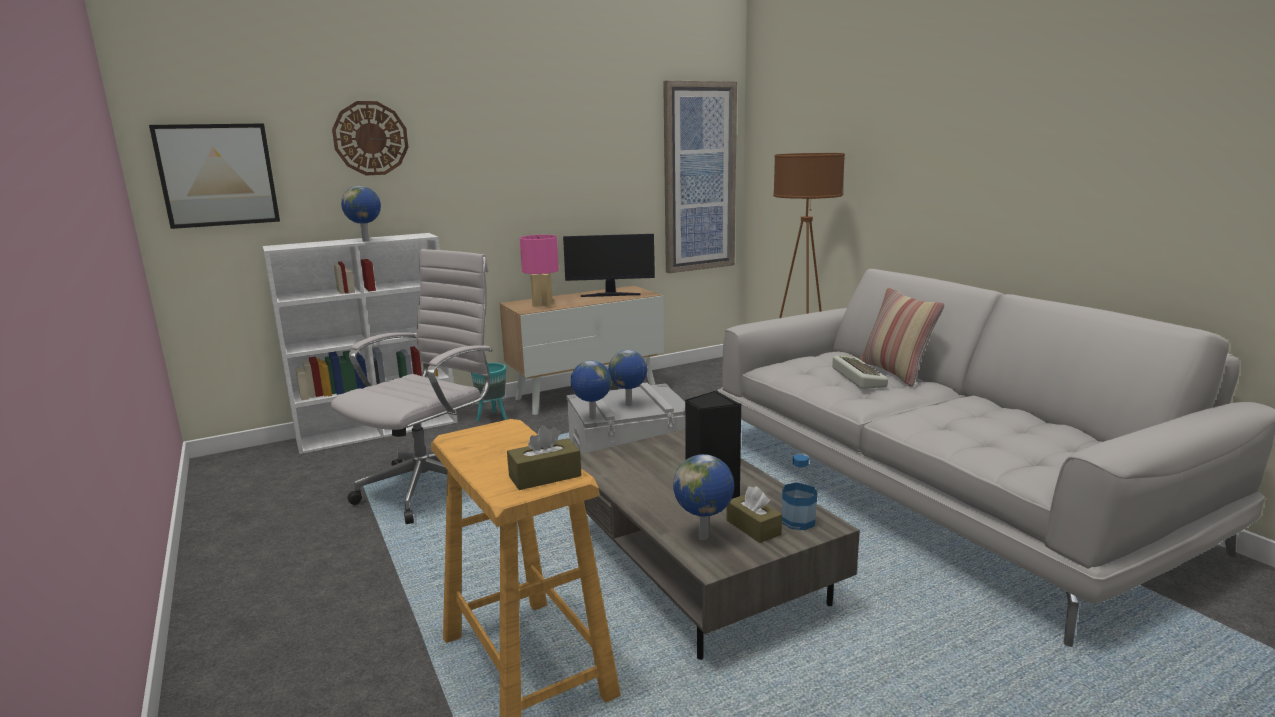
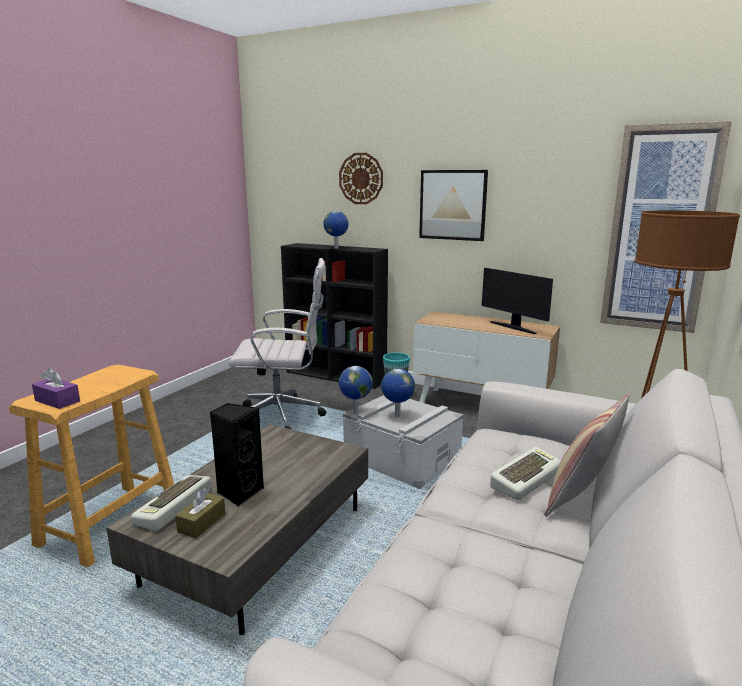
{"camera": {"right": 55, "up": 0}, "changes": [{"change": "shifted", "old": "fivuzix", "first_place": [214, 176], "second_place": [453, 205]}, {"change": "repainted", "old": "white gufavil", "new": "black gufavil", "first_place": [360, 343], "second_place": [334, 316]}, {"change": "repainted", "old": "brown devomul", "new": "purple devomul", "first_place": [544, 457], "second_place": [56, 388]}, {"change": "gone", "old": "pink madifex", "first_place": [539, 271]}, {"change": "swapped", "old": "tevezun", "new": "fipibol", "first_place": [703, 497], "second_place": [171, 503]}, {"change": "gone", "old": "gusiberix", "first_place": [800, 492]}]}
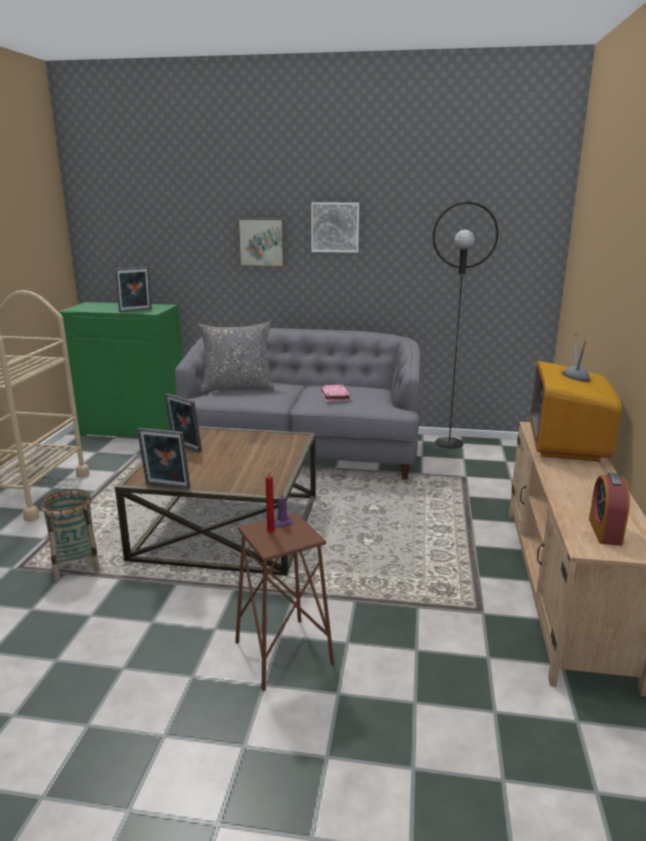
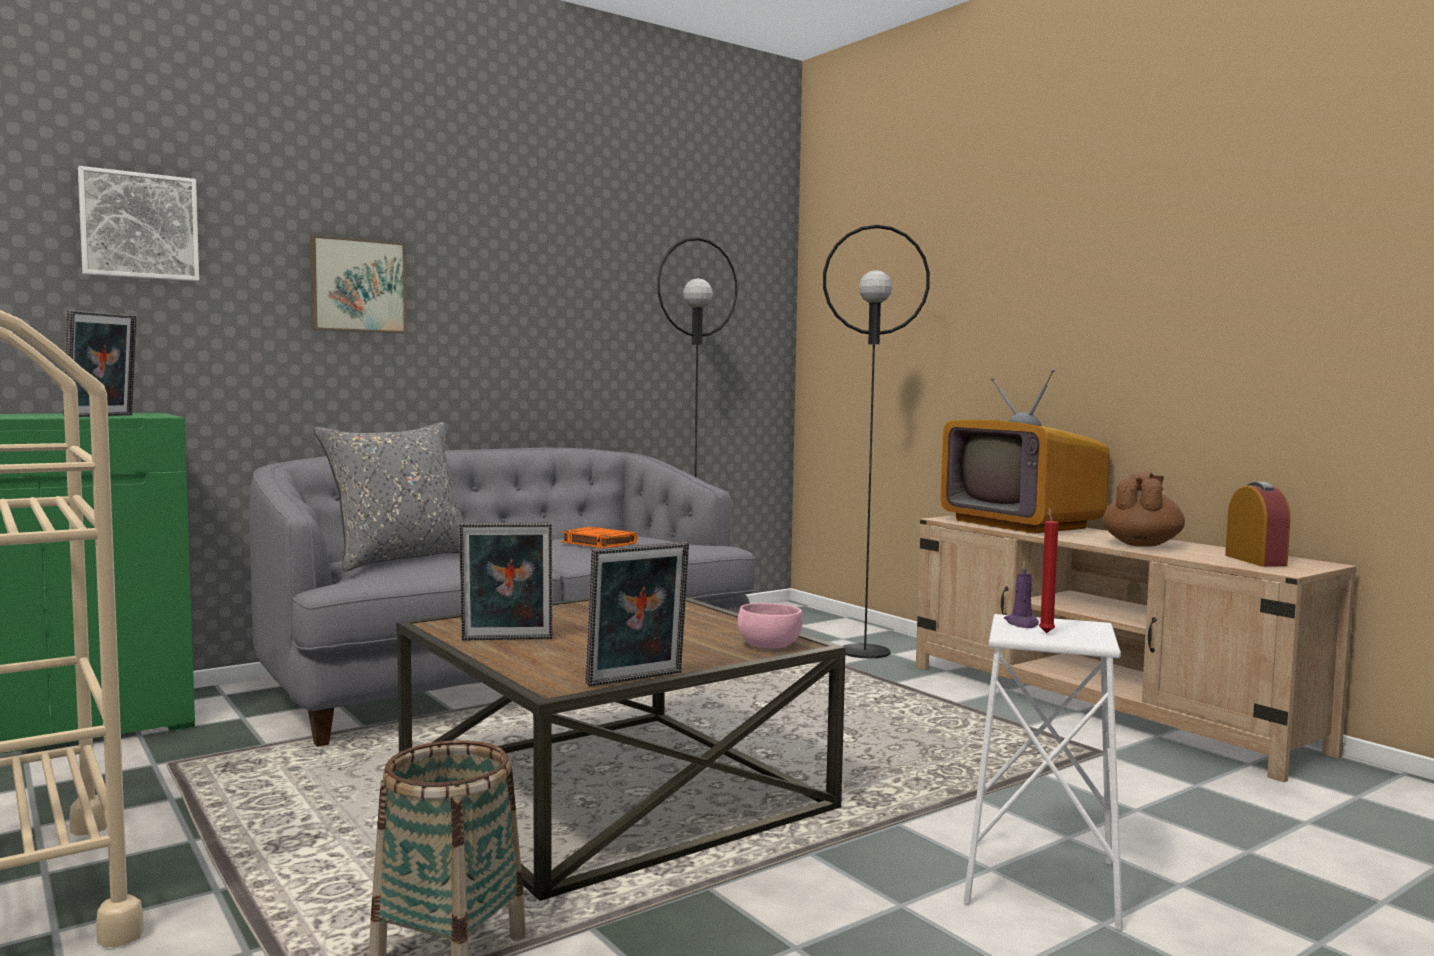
{"camera": {"right": -45, "up": -15}, "changes": [{"change": "repainted", "old": "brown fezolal", "new": "white fezolal", "first_place": [284, 601], "second_place": [1043, 772]}, {"change": "shifted", "old": "fivuzix", "first_place": [335, 228], "second_place": [138, 223]}, {"change": "repainted", "old": "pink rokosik", "new": "orange rokosik", "first_place": [336, 393], "second_place": [599, 537]}, {"change": "rotated", "old": "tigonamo", "first_place": [609, 509], "second_place": [1257, 524], "degrees": -150}, {"change": "new", "new": "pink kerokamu", "second_place": [770, 625]}, {"change": "new", "new": "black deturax", "second_place": [876, 442]}, {"change": "new", "new": "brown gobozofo", "second_place": [1144, 509]}]}
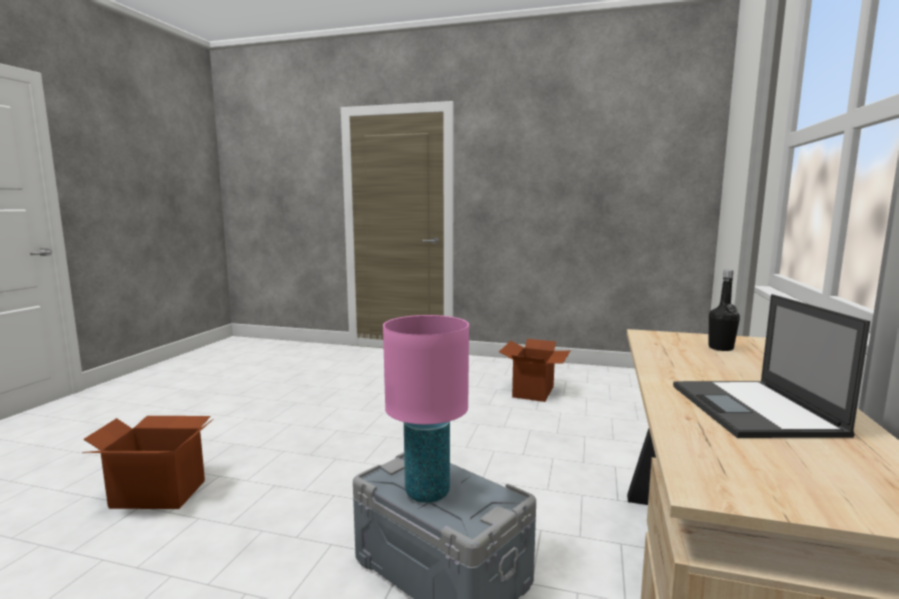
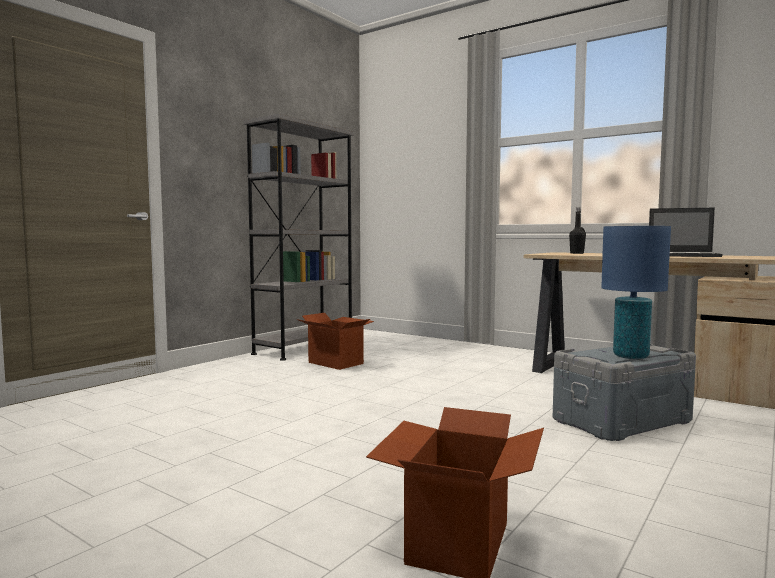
{"camera": {"right": -70, "up": -5}, "changes": [{"change": "repainted", "old": "pink madifex", "new": "blue madifex", "first_place": [426, 409], "second_place": [636, 292]}, {"change": "new", "new": "grey gufavil", "second_place": [298, 237]}]}
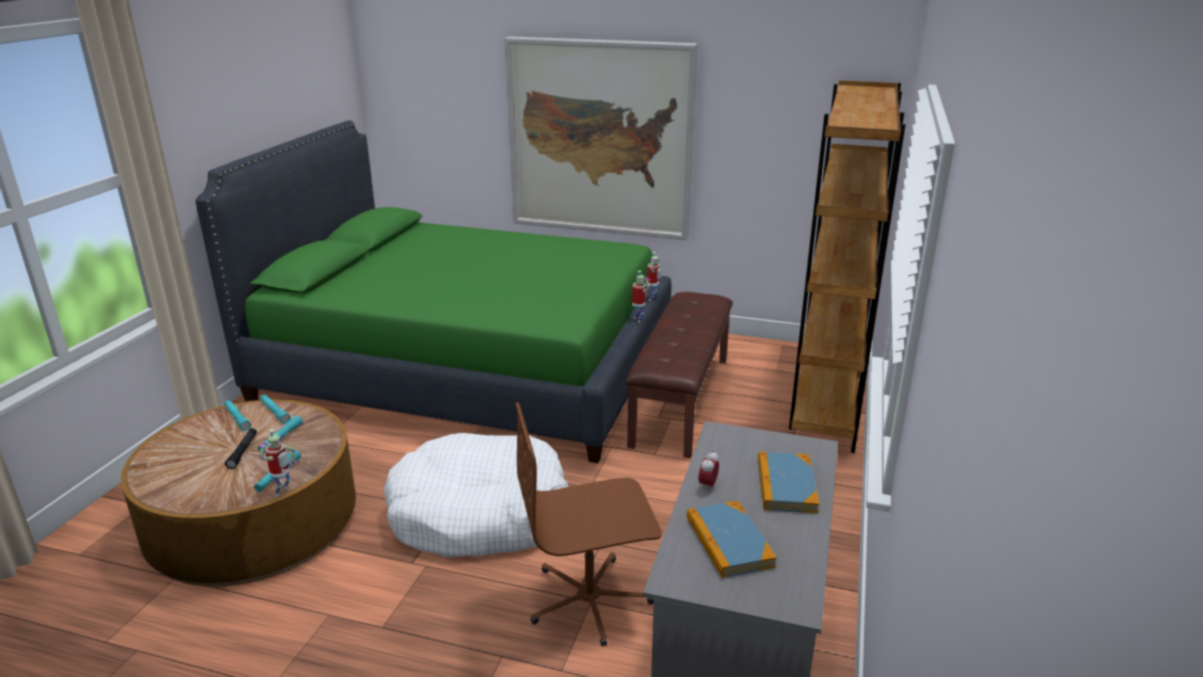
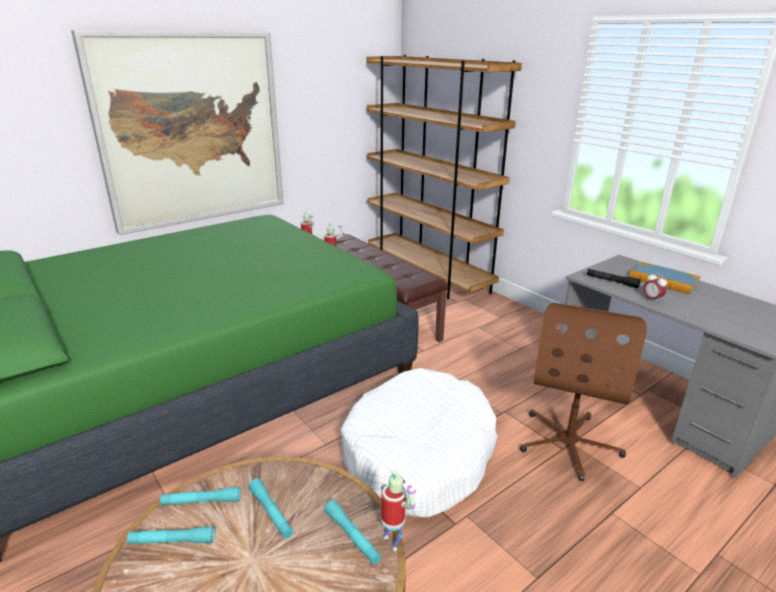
{"camera": {"right": -55, "up": 0}, "changes": [{"change": "shifted", "old": "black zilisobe", "first_place": [241, 448], "second_place": [614, 278]}, {"change": "gone", "old": "rokosik", "first_place": [732, 539]}]}
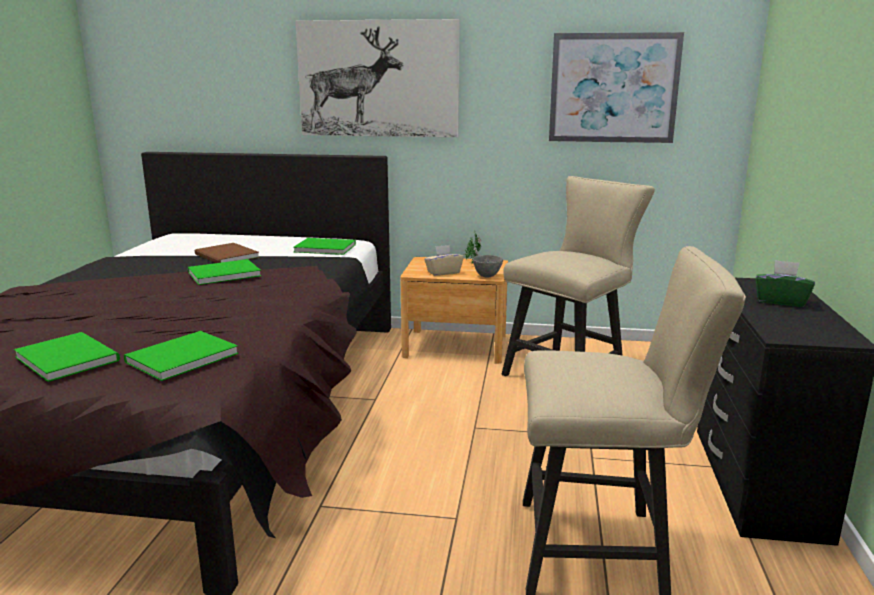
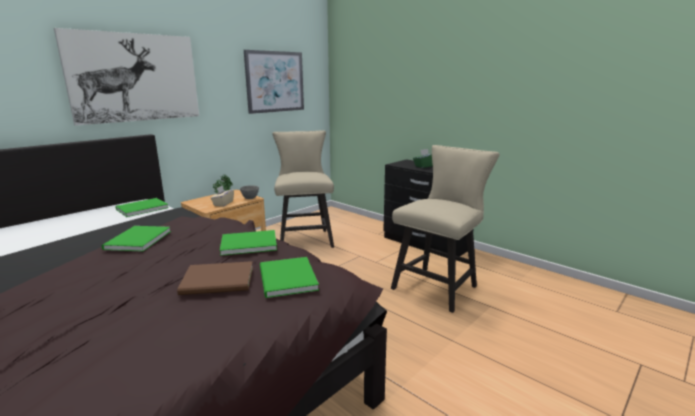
{"camera": {"right": -55, "up": 0}, "changes": [{"change": "shifted", "old": "green rokosik", "first_place": [67, 357], "second_place": [248, 243]}, {"change": "shifted", "old": "brown rokosik", "first_place": [227, 253], "second_place": [215, 278]}]}
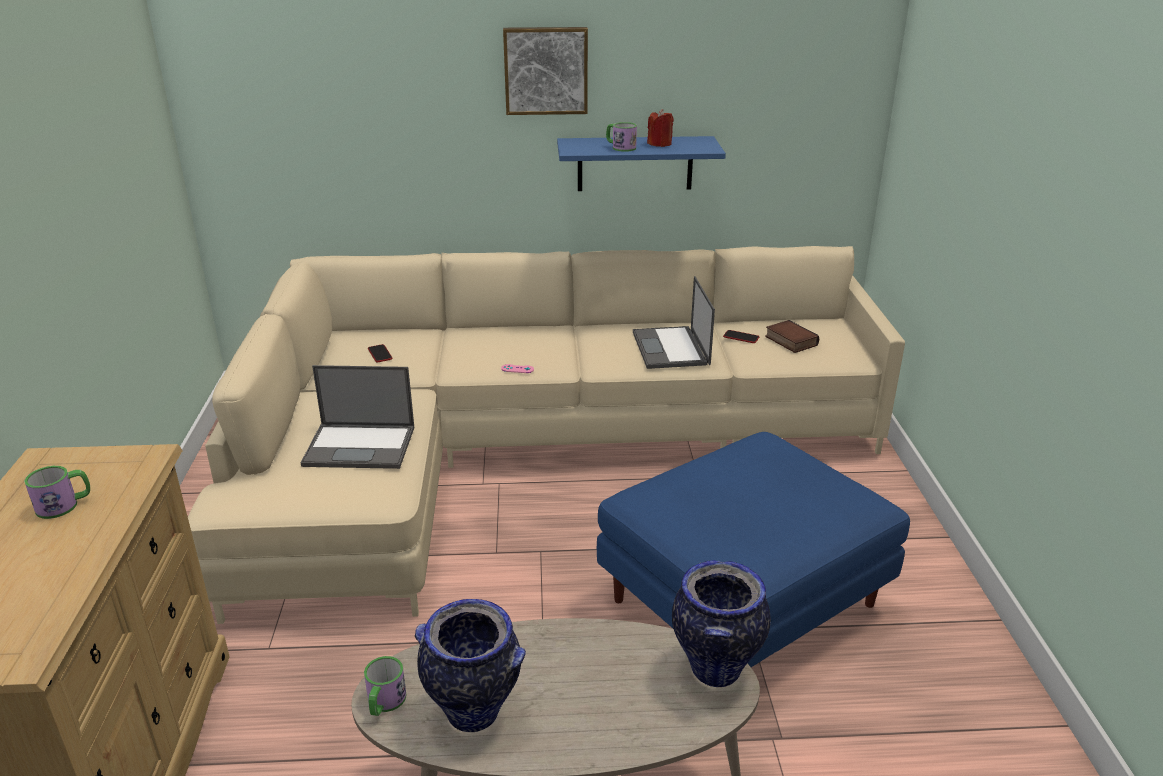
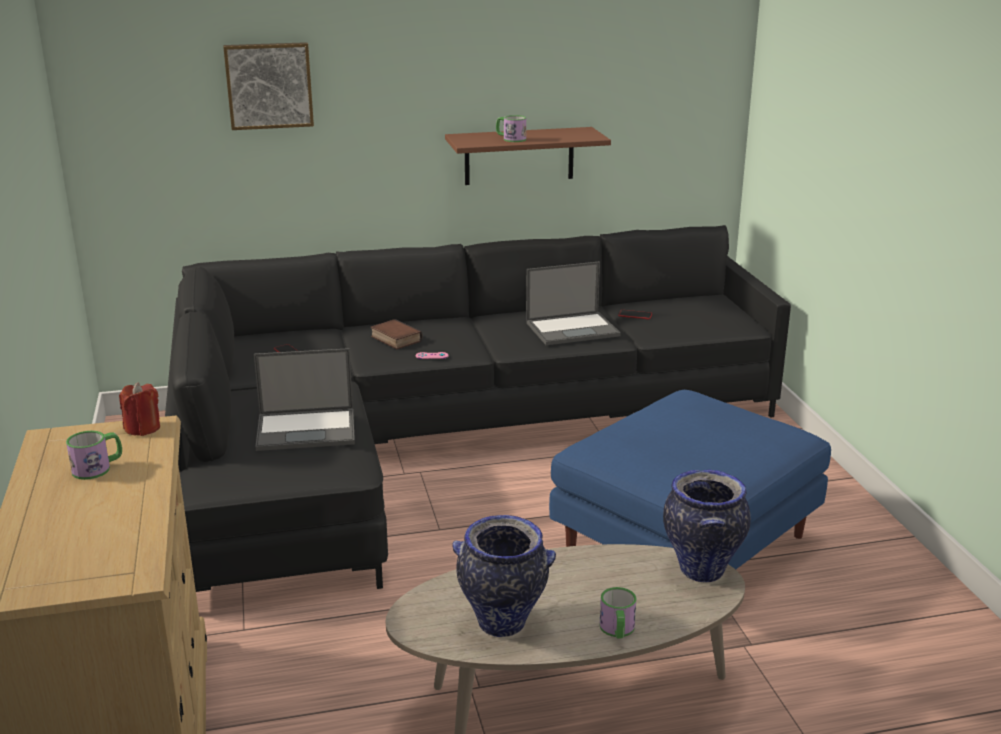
{"camera": {"right": -10, "up": -5}, "changes": [{"change": "repainted", "old": "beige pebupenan", "new": "black pebupenan", "first_place": [546, 435], "second_place": [478, 408]}, {"change": "shifted", "old": "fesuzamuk", "first_place": [385, 686], "second_place": [617, 612]}, {"change": "shifted", "old": "fivuzix", "first_place": [545, 71], "second_place": [268, 86]}, {"change": "repainted", "old": "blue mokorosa", "new": "brown mokorosa", "first_place": [641, 163], "second_place": [528, 156]}, {"change": "rotated", "old": "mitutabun", "first_place": [674, 322], "second_place": [573, 303], "degrees": -90}, {"change": "shifted", "old": "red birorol", "first_place": [660, 128], "second_place": [139, 409]}, {"change": "shifted", "old": "rokosik", "first_place": [792, 336], "second_place": [396, 334]}]}
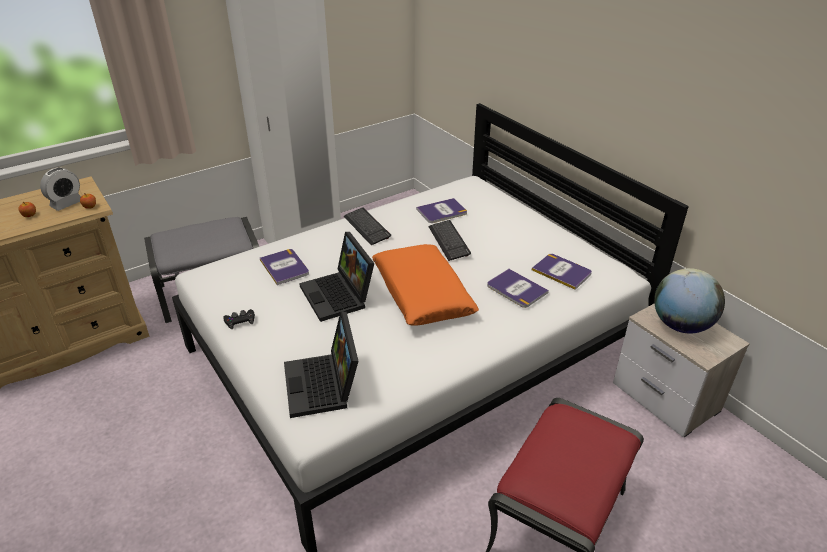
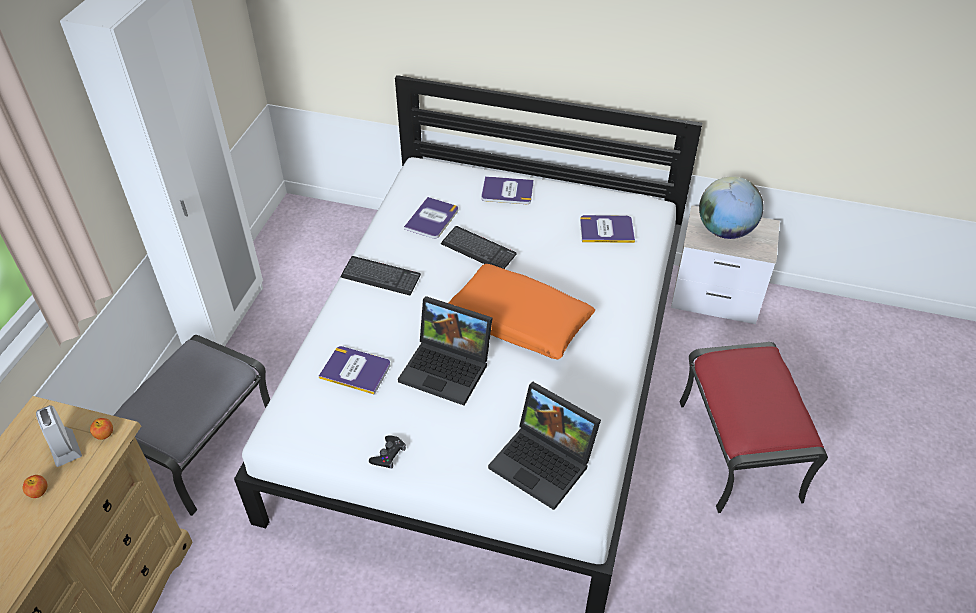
{"camera": {"right": -40, "up": 10}, "changes": [{"change": "rotated", "old": "tigonamo", "first_place": [60, 189], "second_place": [59, 436], "degrees": 150}, {"change": "shifted", "old": "rokosik", "first_place": [518, 288], "second_place": [507, 190]}]}
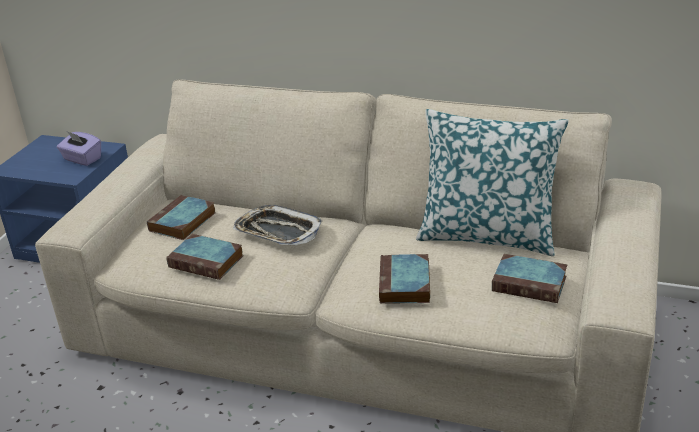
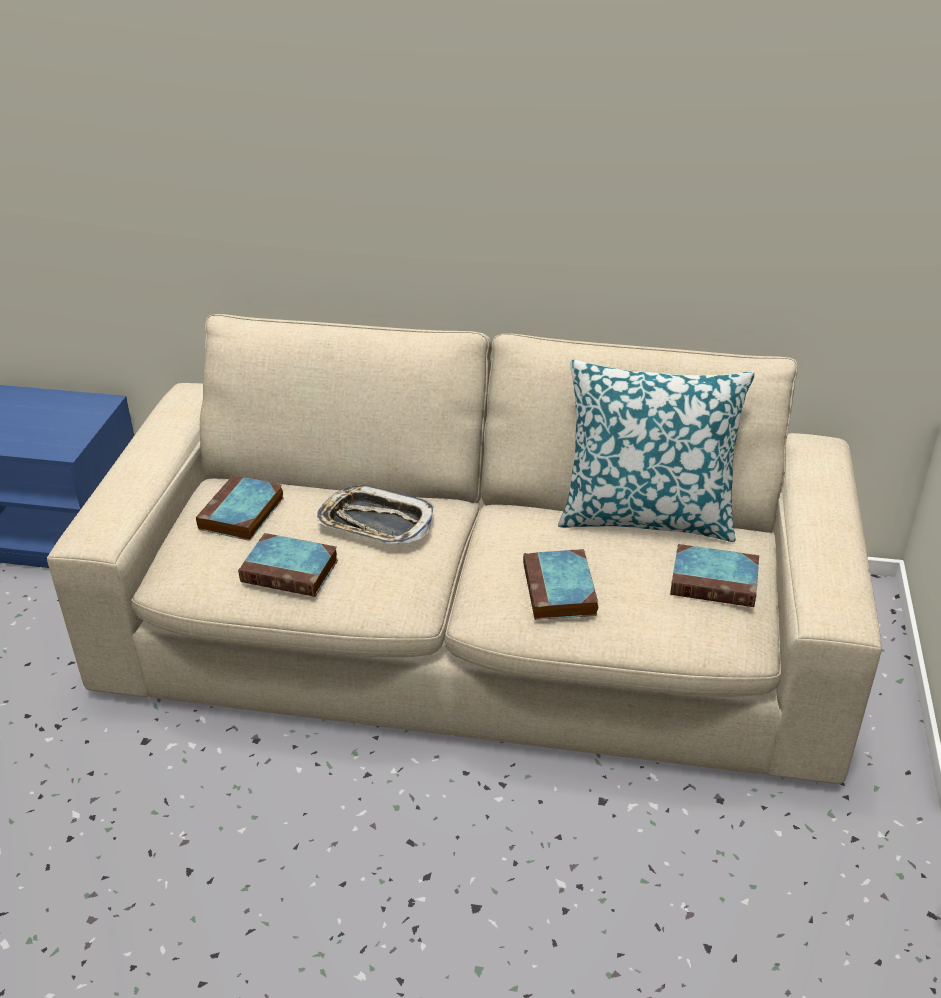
{"camera": {"right": -10, "up": 5}, "changes": [{"change": "gone", "old": "purple devomul", "first_place": [79, 148]}]}
